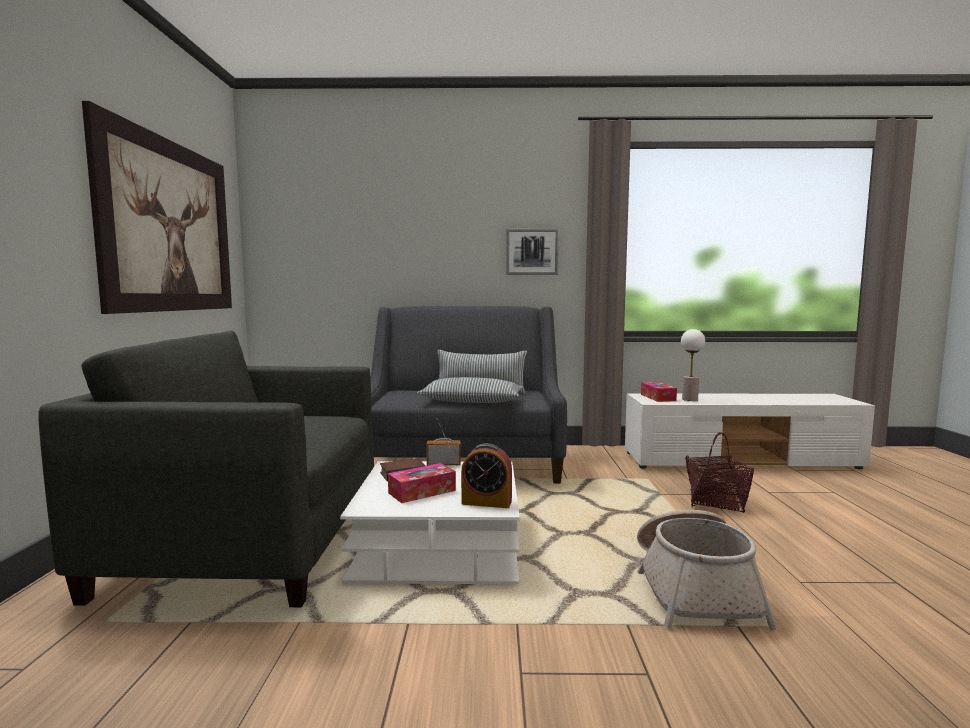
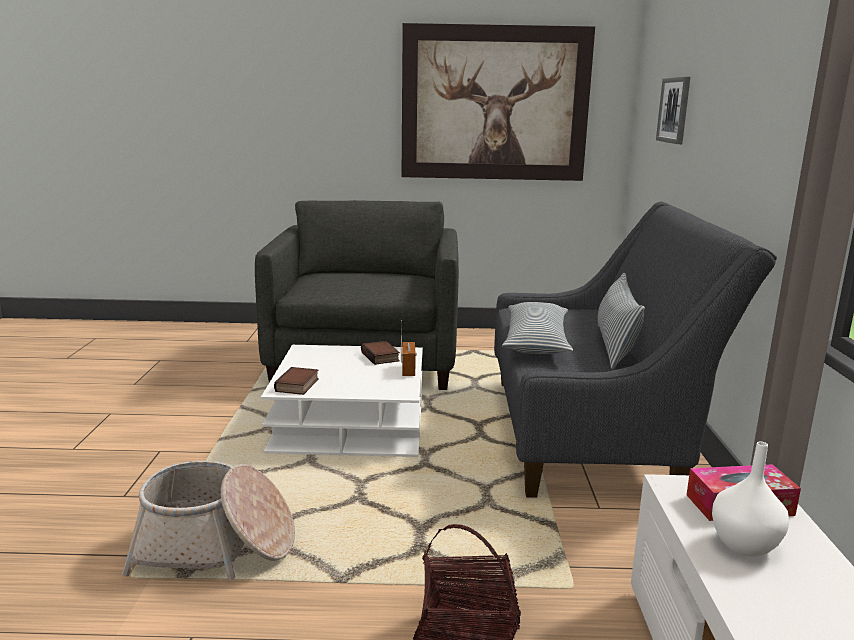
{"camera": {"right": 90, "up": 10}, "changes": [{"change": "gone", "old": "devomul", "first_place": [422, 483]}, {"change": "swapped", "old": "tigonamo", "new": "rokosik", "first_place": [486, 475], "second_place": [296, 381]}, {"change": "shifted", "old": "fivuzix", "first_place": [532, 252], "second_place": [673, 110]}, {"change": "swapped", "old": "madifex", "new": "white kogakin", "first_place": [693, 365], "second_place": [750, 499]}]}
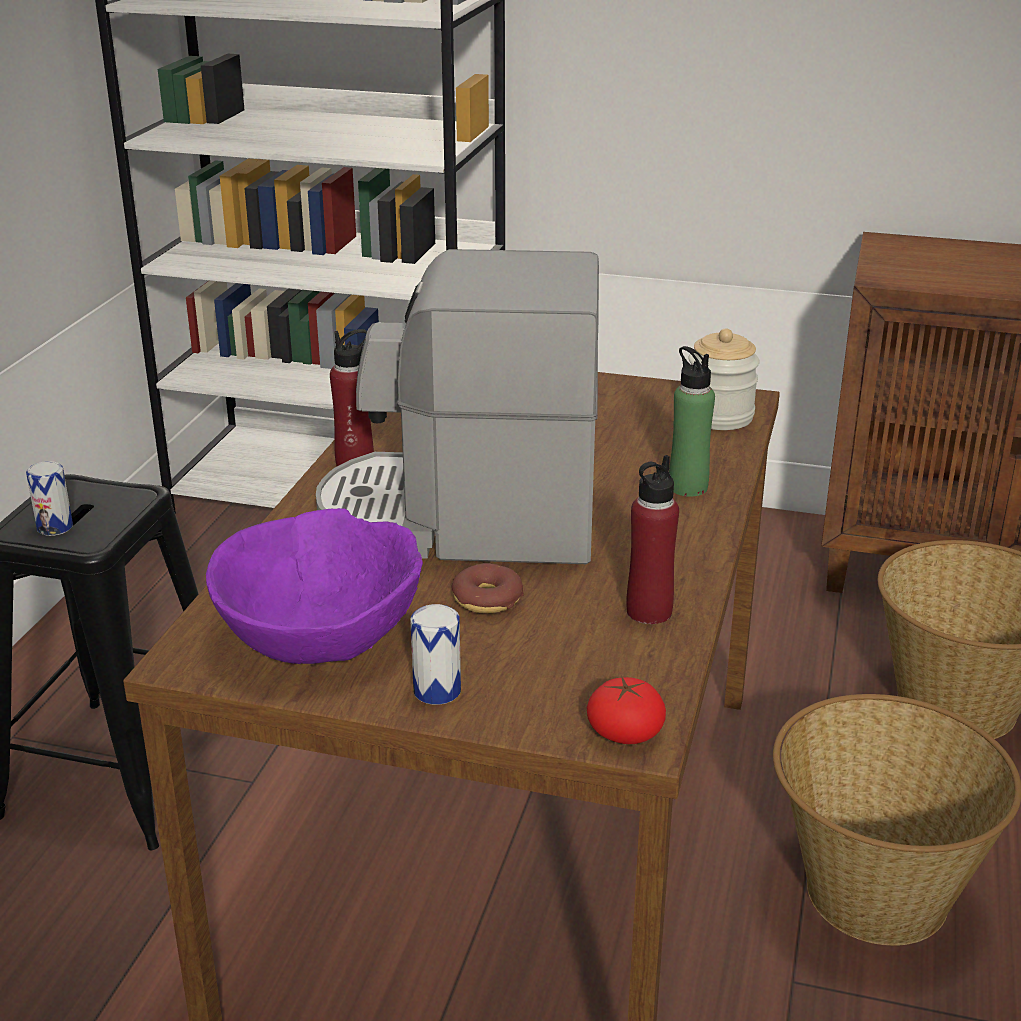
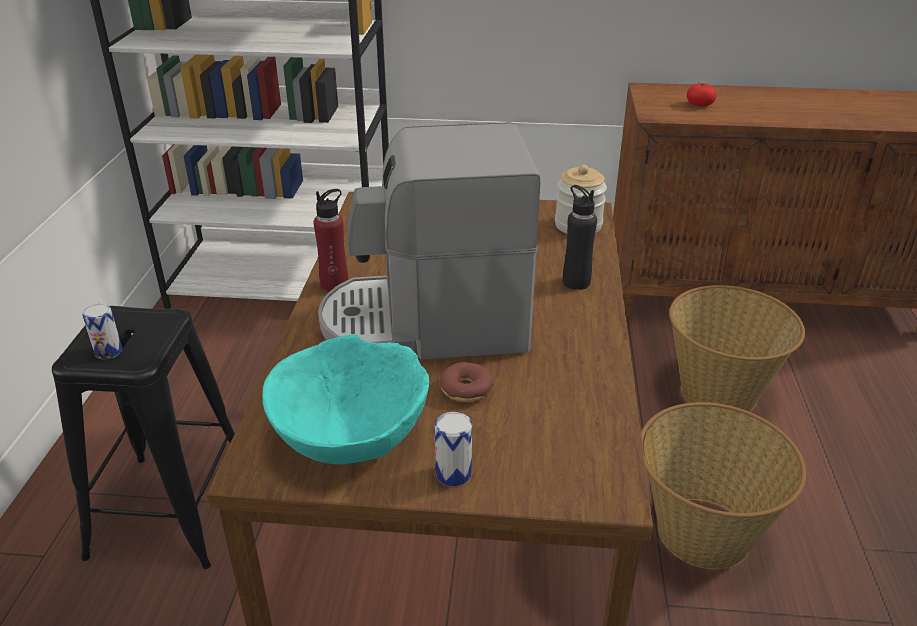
{"camera": {"right": -10, "up": 5}, "changes": [{"change": "repainted", "old": "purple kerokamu", "new": "turquoise kerokamu", "first_place": [314, 586], "second_place": [345, 399]}, {"change": "shifted", "old": "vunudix", "first_place": [626, 709], "second_place": [702, 95]}, {"change": "gone", "old": "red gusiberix", "first_place": [652, 539]}, {"change": "repainted", "old": "green gusiberix", "new": "black gusiberix", "first_place": [692, 421], "second_place": [580, 237]}]}
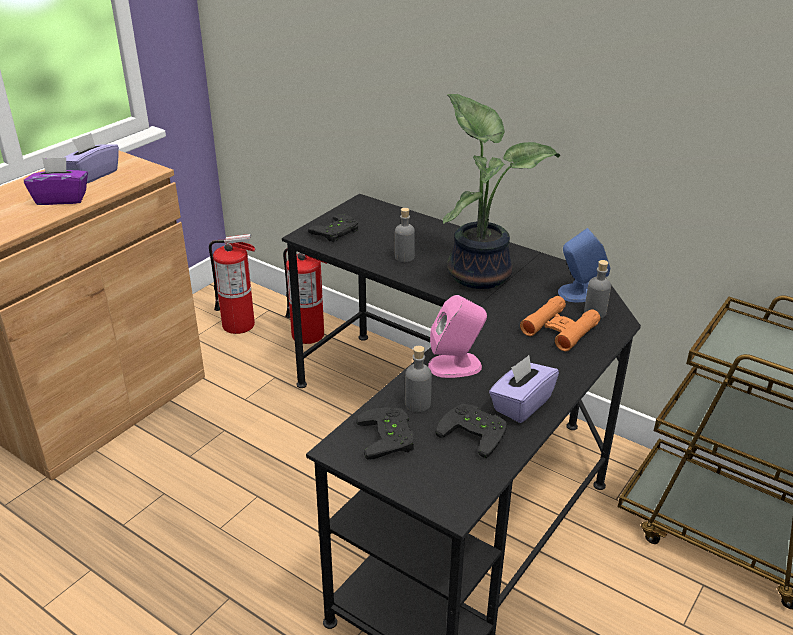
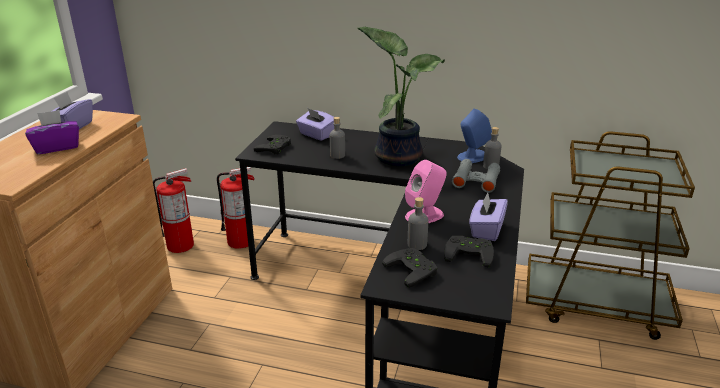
{"camera": {"right": -20, "up": -5}, "changes": [{"change": "repainted", "old": "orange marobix", "new": "grey marobix", "first_place": [560, 323], "second_place": [476, 176]}, {"change": "new", "new": "purple devomul", "second_place": [315, 124]}]}
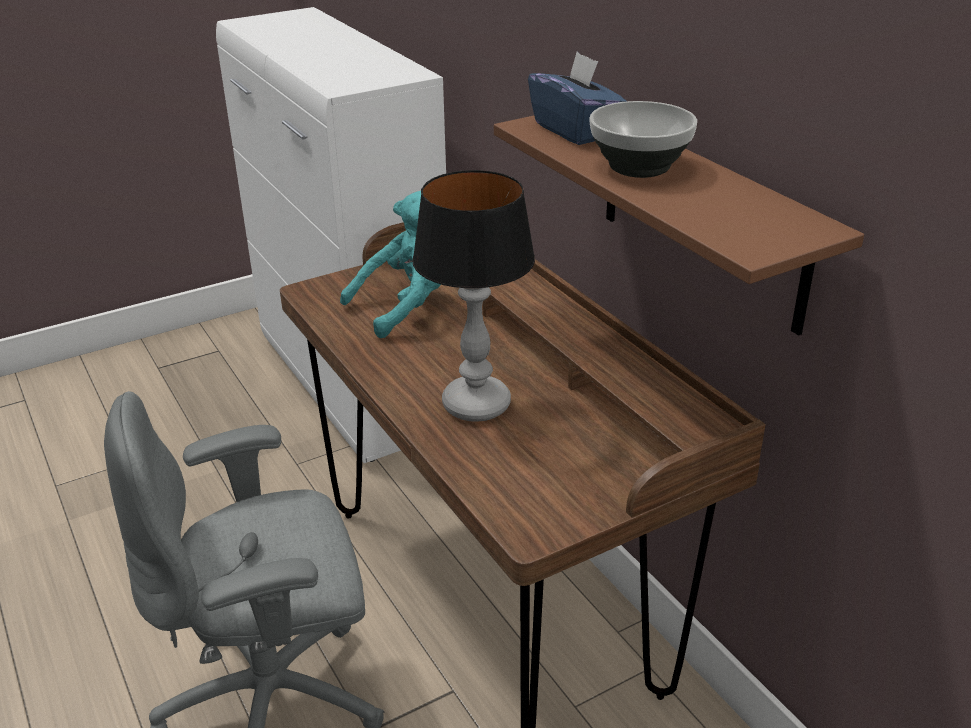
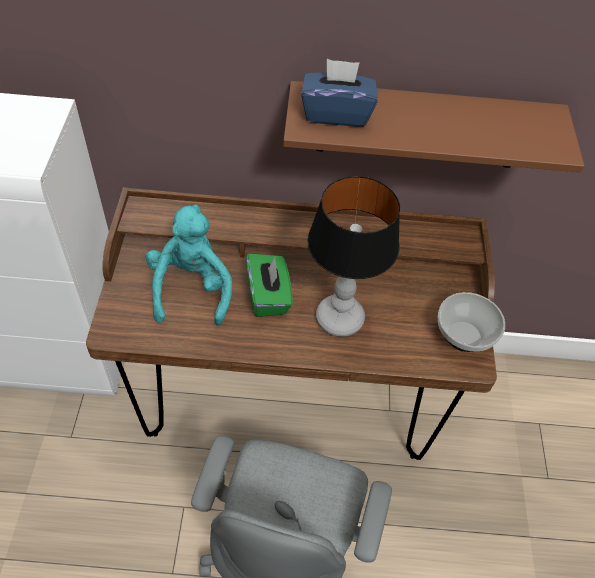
{"camera": {"right": -60, "up": 20}, "changes": [{"change": "shifted", "old": "kerokamu", "first_place": [643, 139], "second_place": [471, 322]}, {"change": "new", "new": "green devomul", "second_place": [269, 285]}]}
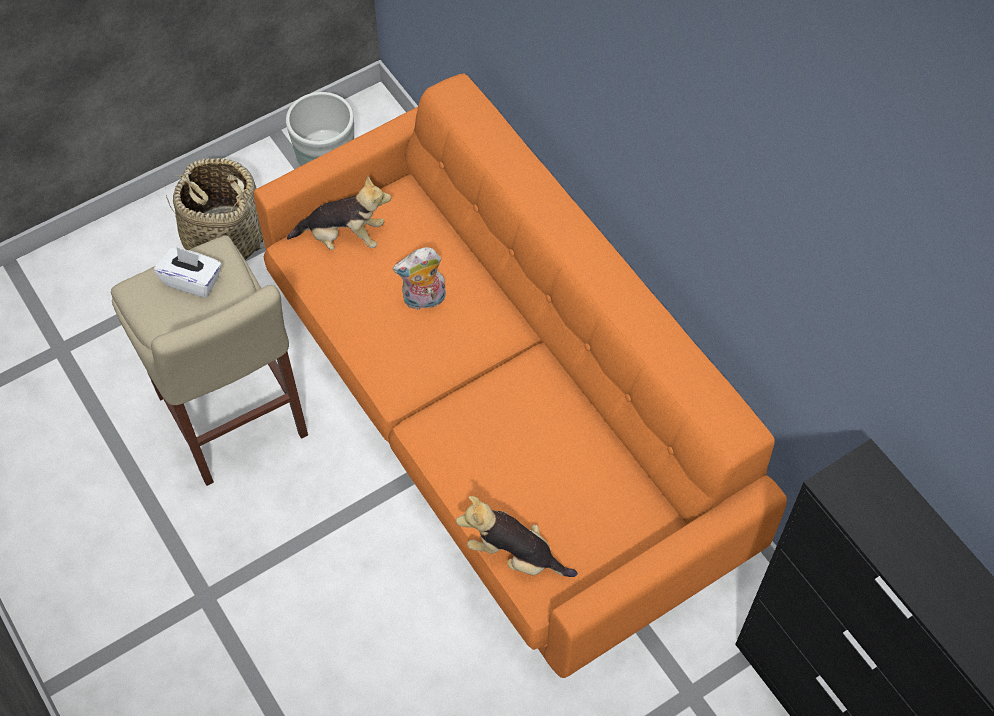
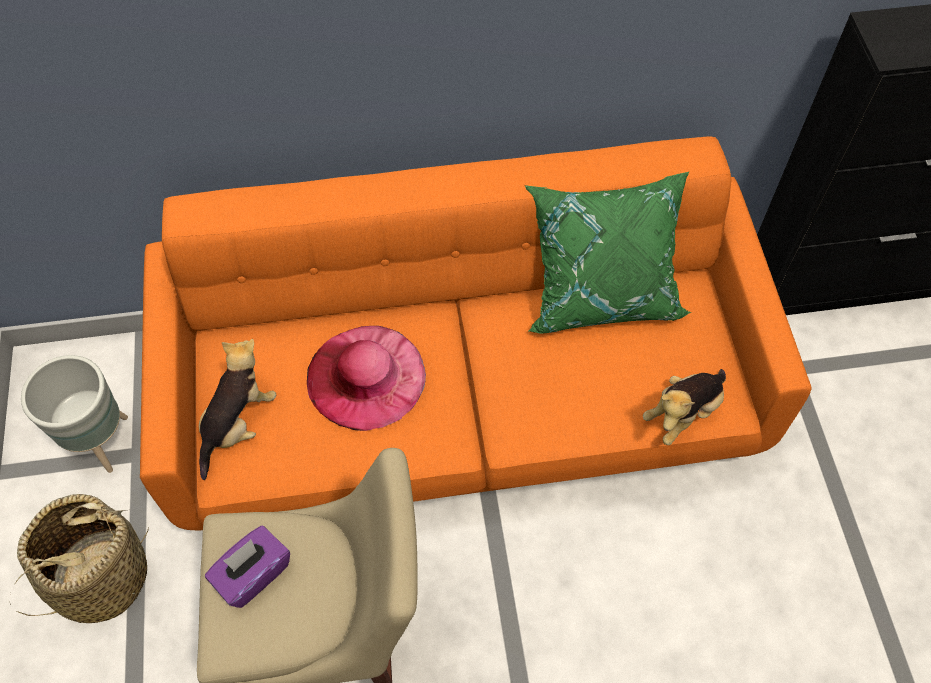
{"camera": {"right": -65, "up": 0}, "changes": [{"change": "repainted", "old": "white devomul", "new": "purple devomul", "first_place": [187, 272], "second_place": [247, 567]}, {"change": "swapped", "old": "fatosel", "new": "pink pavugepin", "first_place": [419, 278], "second_place": [366, 378]}, {"change": "new", "new": "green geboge", "second_place": [608, 253]}]}
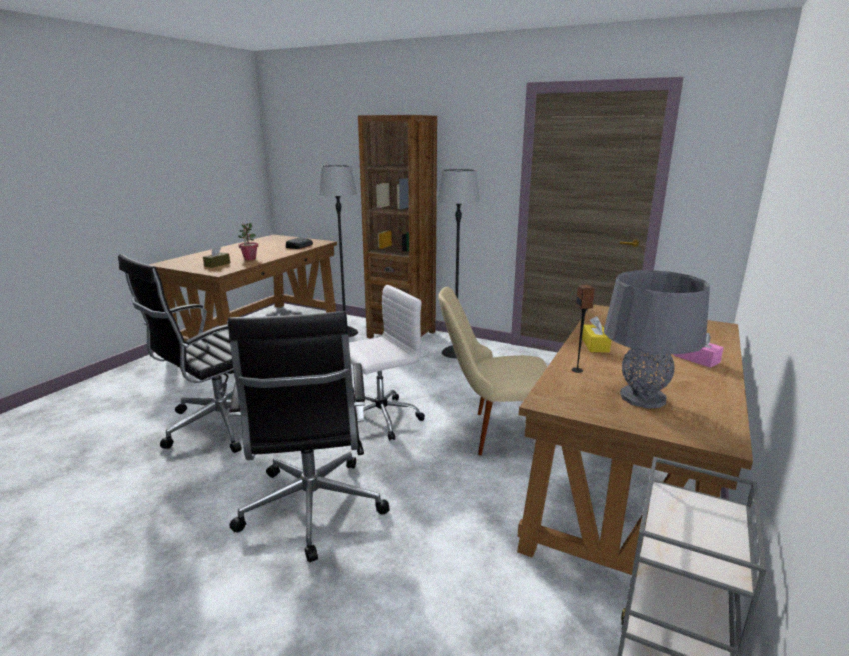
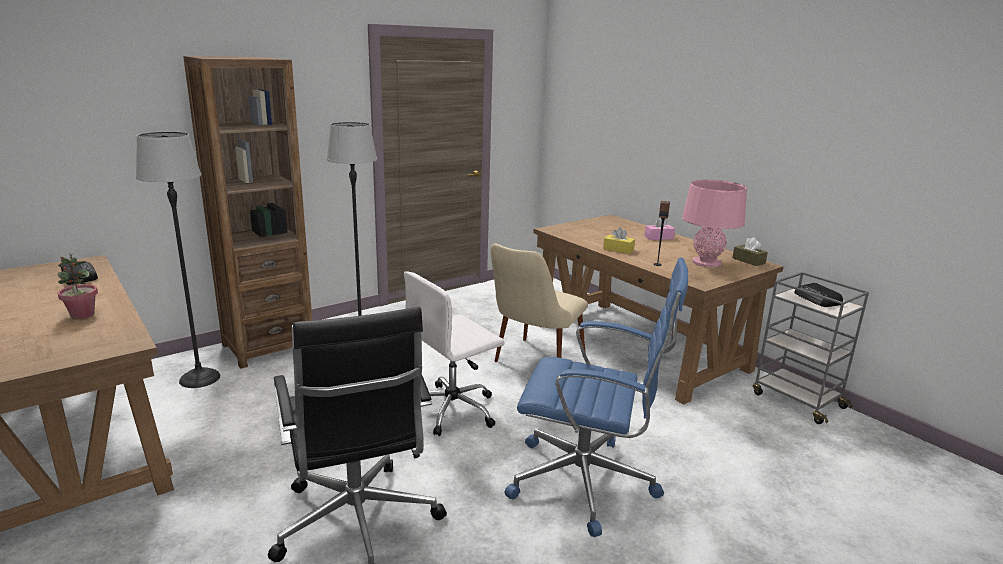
{"camera": {"right": -65, "up": 0}, "changes": [{"change": "shifted", "old": "brown devomul", "first_place": [216, 257], "second_place": [750, 251]}, {"change": "repainted", "old": "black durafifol", "new": "blue durafifol", "first_place": [308, 436], "second_place": [596, 397]}, {"change": "rotated", "old": "white durafifol", "first_place": [387, 363], "second_place": [454, 353], "degrees": -120}, {"change": "repainted", "old": "grey madifex", "new": "pink madifex", "first_place": [657, 339], "second_place": [714, 224]}, {"change": "new", "new": "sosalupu", "second_place": [818, 295]}]}
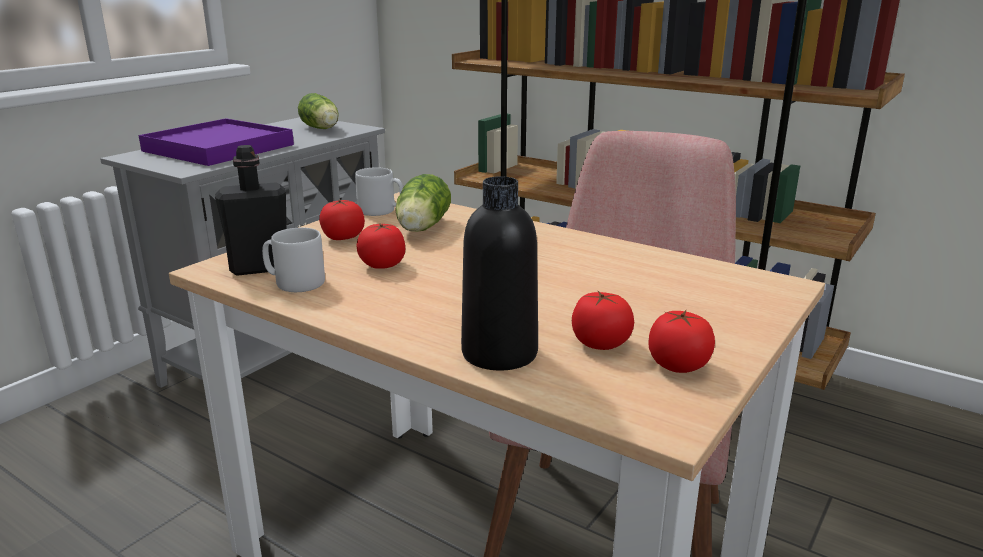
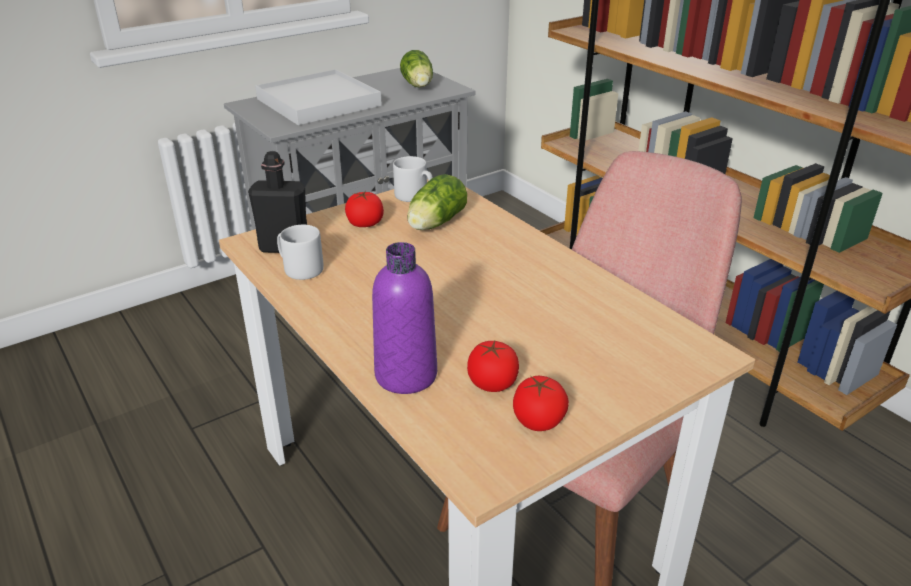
{"camera": {"right": 20, "up": 10}, "changes": [{"change": "repainted", "old": "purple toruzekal", "new": "white toruzekal", "first_place": [216, 142], "second_place": [318, 97]}, {"change": "gone", "old": "vunudix", "first_place": [380, 246]}, {"change": "repainted", "old": "black gusiberix", "new": "purple gusiberix", "first_place": [499, 273], "second_place": [404, 318]}]}
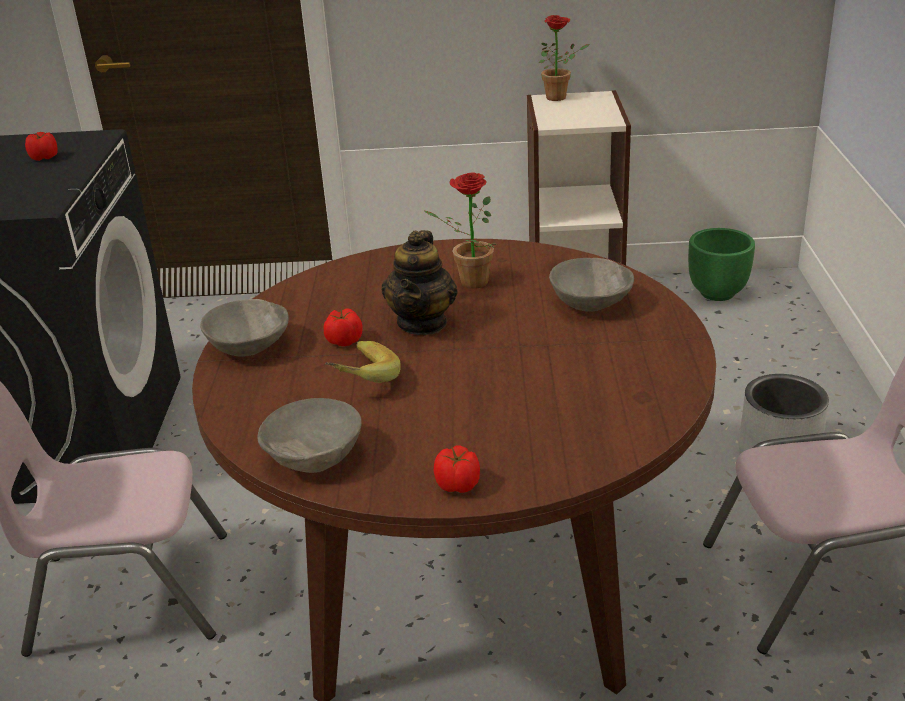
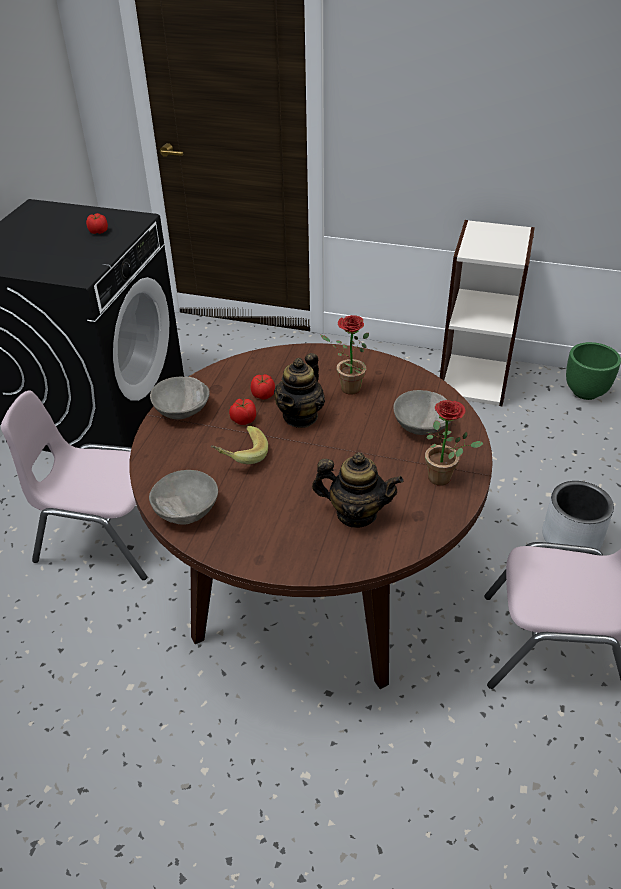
{"camera": {"right": 15, "up": 10}, "changes": [{"change": "shifted", "old": "vunudix", "first_place": [457, 469], "second_place": [263, 387]}, {"change": "shifted", "old": "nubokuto", "first_place": [564, 58], "second_place": [454, 443]}, {"change": "new", "new": "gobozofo", "second_place": [357, 490]}]}
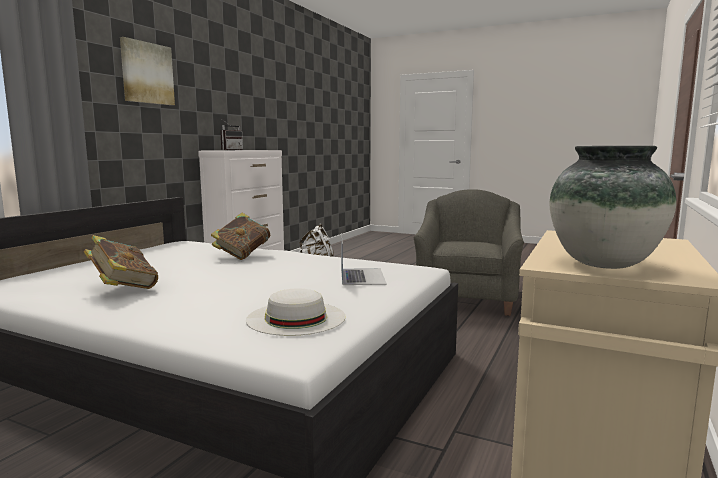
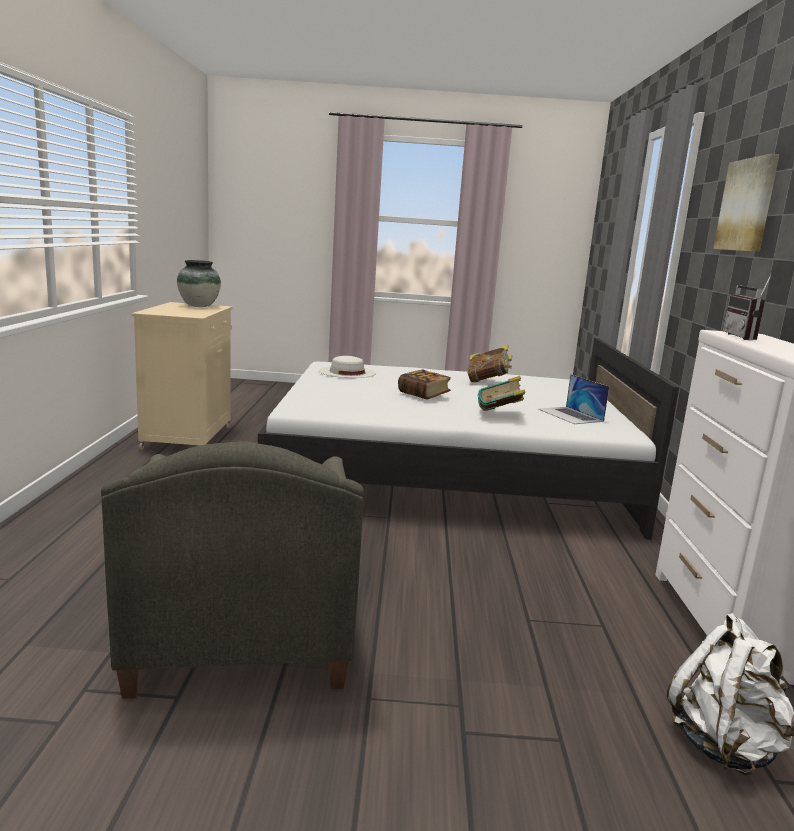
{"camera": {"right": 155, "up": 5}, "changes": [{"change": "shifted", "old": "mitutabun", "first_place": [364, 259], "second_place": [573, 399]}, {"change": "new", "new": "rokosik", "second_place": [424, 384]}]}
